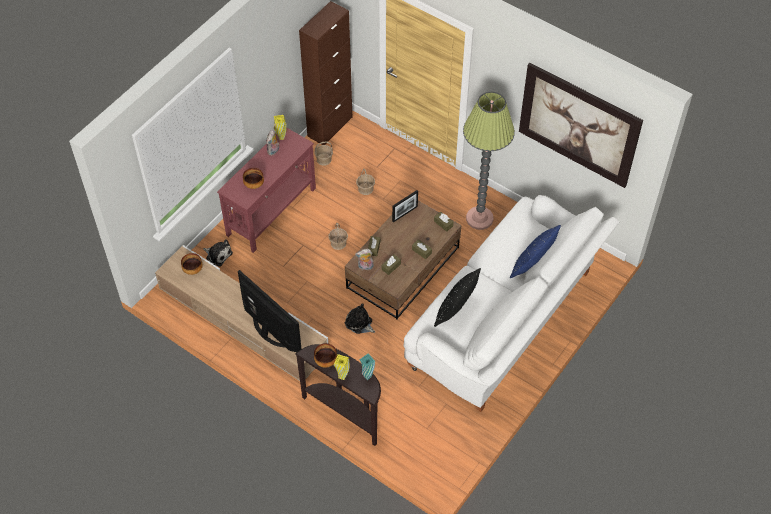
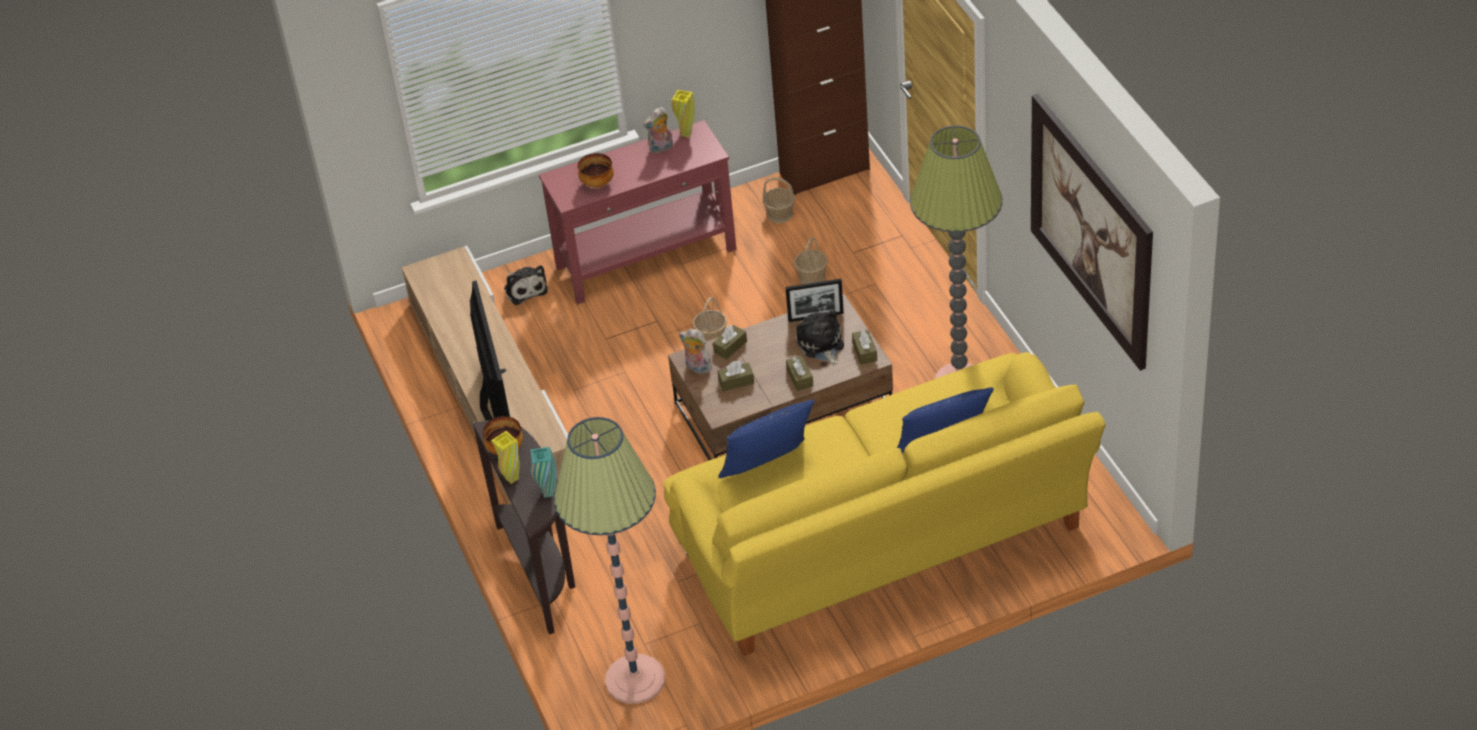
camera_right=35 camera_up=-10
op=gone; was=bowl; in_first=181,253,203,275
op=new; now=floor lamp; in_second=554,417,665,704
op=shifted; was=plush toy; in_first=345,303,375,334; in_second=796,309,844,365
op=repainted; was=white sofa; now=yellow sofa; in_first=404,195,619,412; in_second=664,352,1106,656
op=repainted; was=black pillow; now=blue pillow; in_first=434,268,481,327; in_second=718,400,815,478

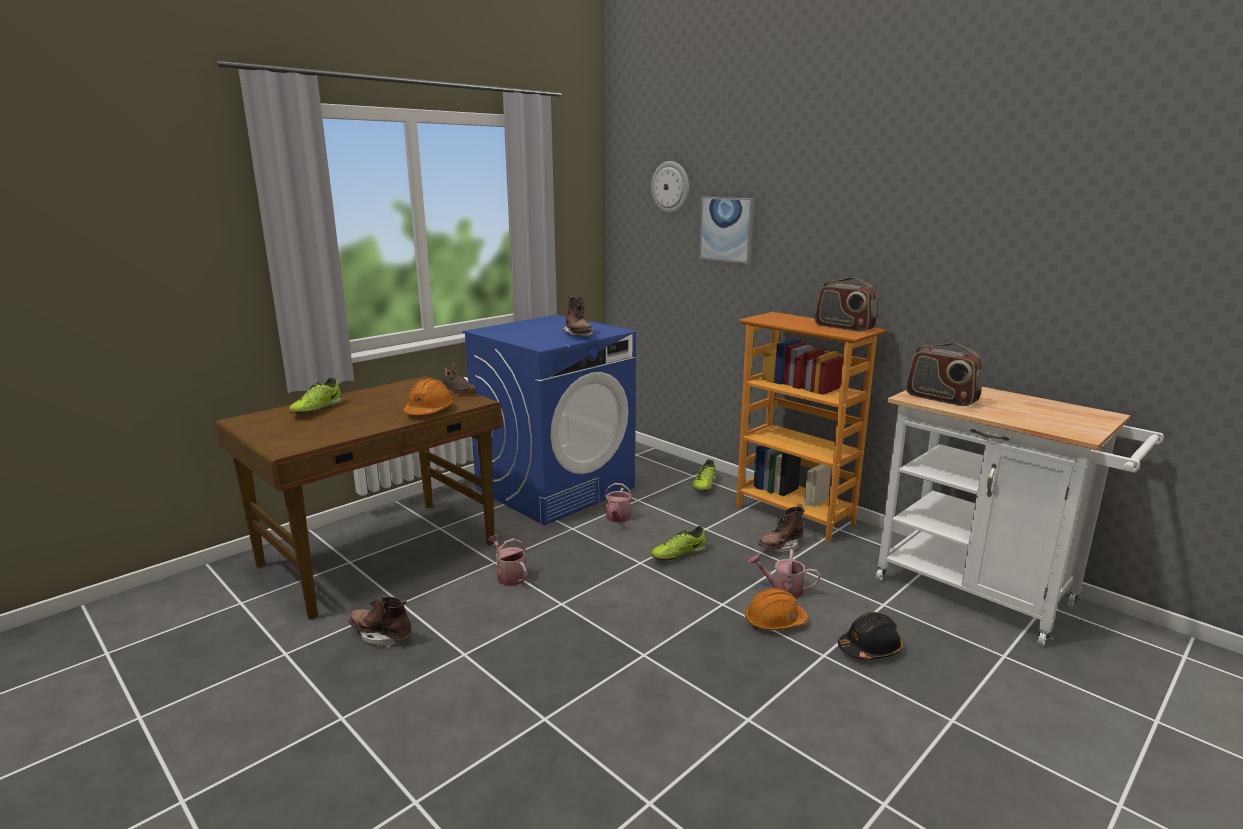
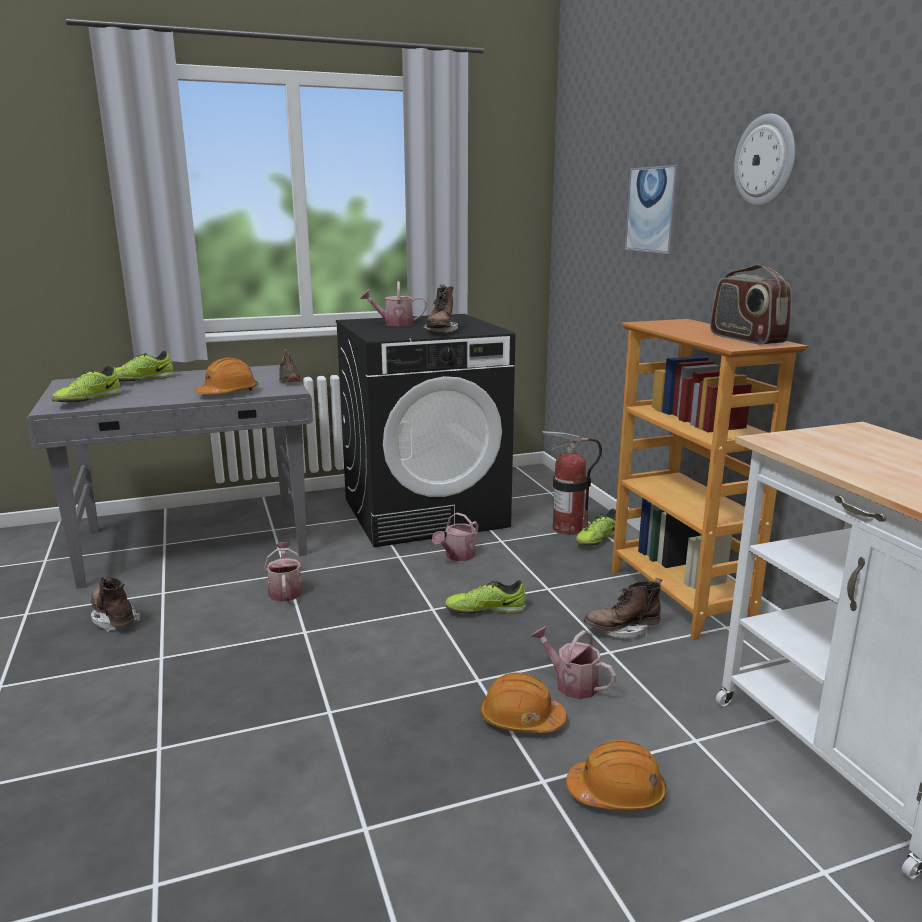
camera_right=25 camera_up=0
op=gone; was=radio; in_first=906,343,982,406
op=new; now=shoe; in_second=52,365,121,402
op=new; now=watering can; in_second=360,281,427,326
op=new; now=fire extinguisher; in_second=542,431,602,535
op=shifted; was=wall clock; in_first=651,161,689,214; in_second=734,114,795,207
op=repainted; was=brown desk; now=grey desk; in_first=216,376,502,620; in_second=26,365,313,589
op=repainted; was=blue washing machine; now=black washing machine; in_first=462,315,636,525; in_second=336,314,515,547
op=repainted; was=black hard hat; now=orange hard hat; in_first=838,612,903,660; in_second=566,740,667,811

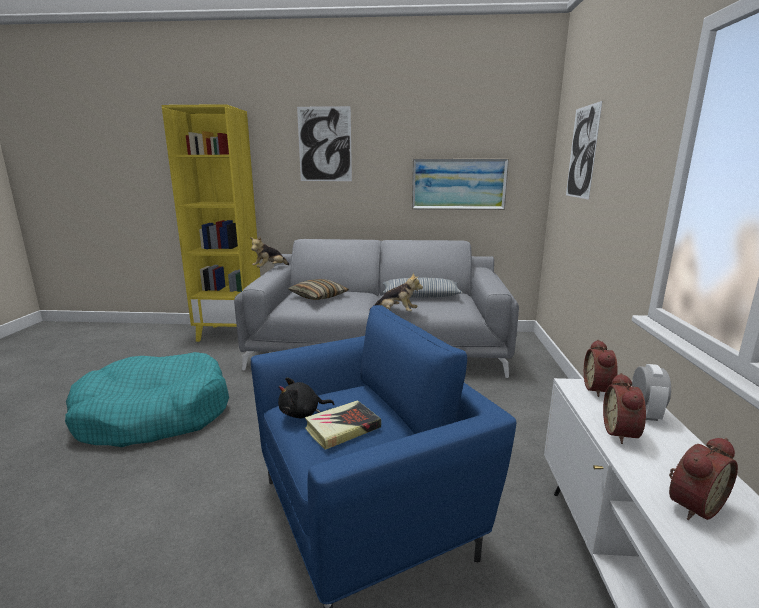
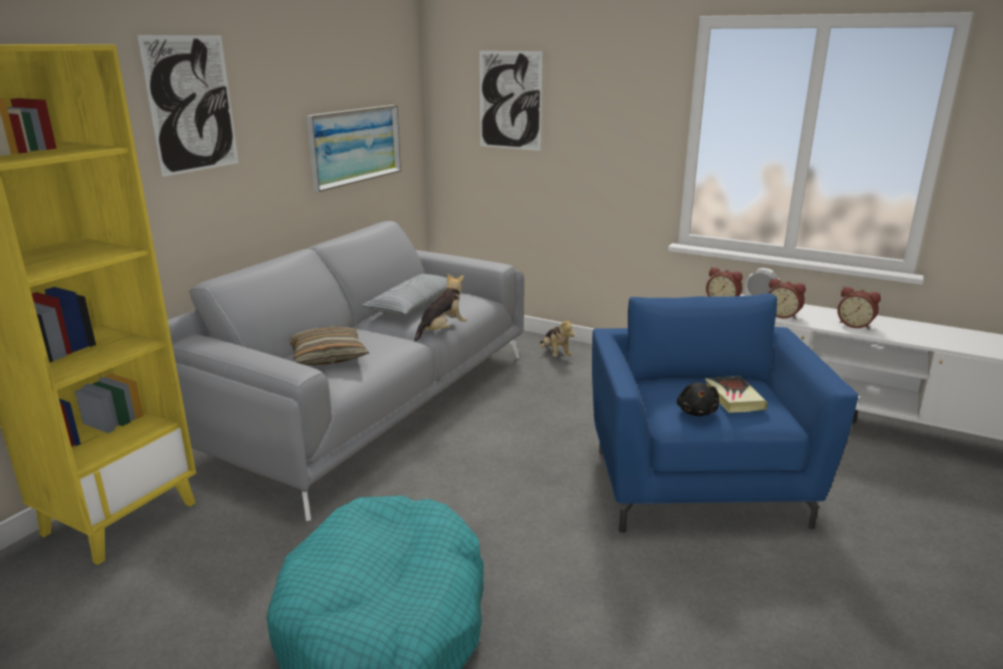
camera_right=-65 camera_up=5
op=shifted; was=plush toy; in_first=250,236,289,268; in_second=540,317,575,357
op=rotated; was=alarm clock; in_first=669,438,738,520; in_second=837,287,881,329; clockwise=135

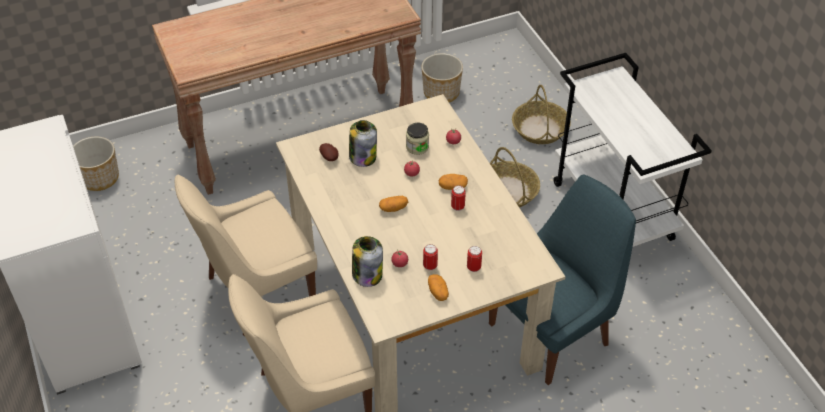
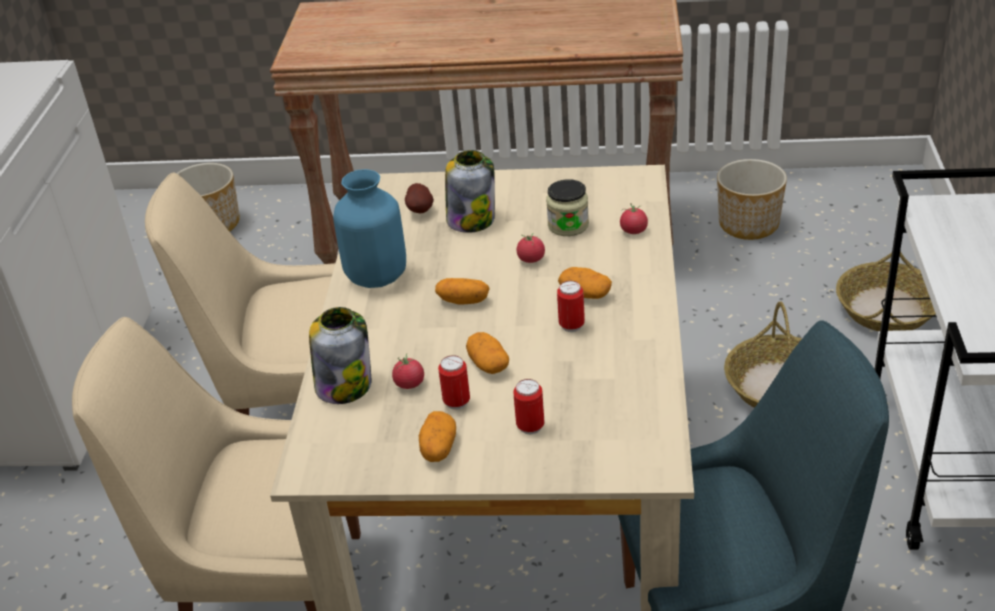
camera_right=30 camera_up=-10
op=new; now=blue vase; in_second=333,169,406,288
op=new; now=potato; in_second=466,332,509,374

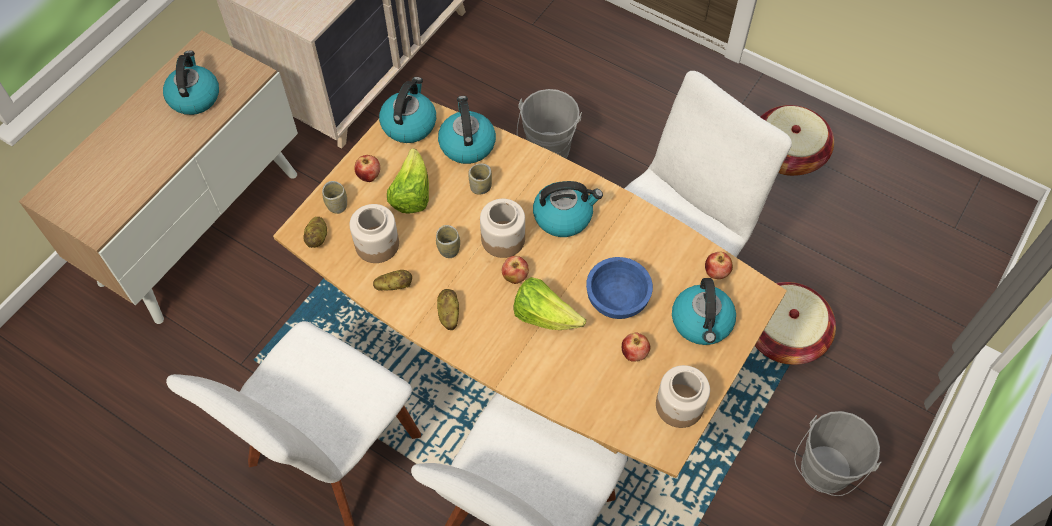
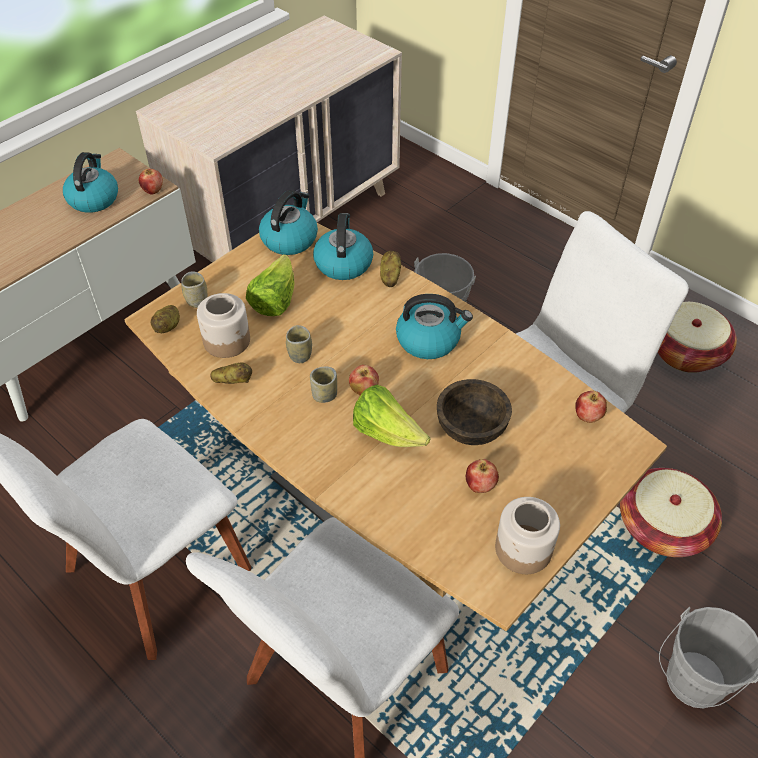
camera_right=10 camera_up=-10
op=gone; was=jar; in_first=480,199,525,258
op=gone; was=kettle; in_first=672,278,736,345
op=shifted; was=apple; in_first=355,155,380,182; in_second=139,169,163,195
op=shifted; was=potato; in_first=437,289,459,330; in_second=380,251,401,287
op=shifted; was=cup; in_first=468,164,492,195; in_second=310,367,337,403
op=repainted; was=blue bowl; now=brown bowl; in_first=586,257,653,319; in_second=437,379,512,445

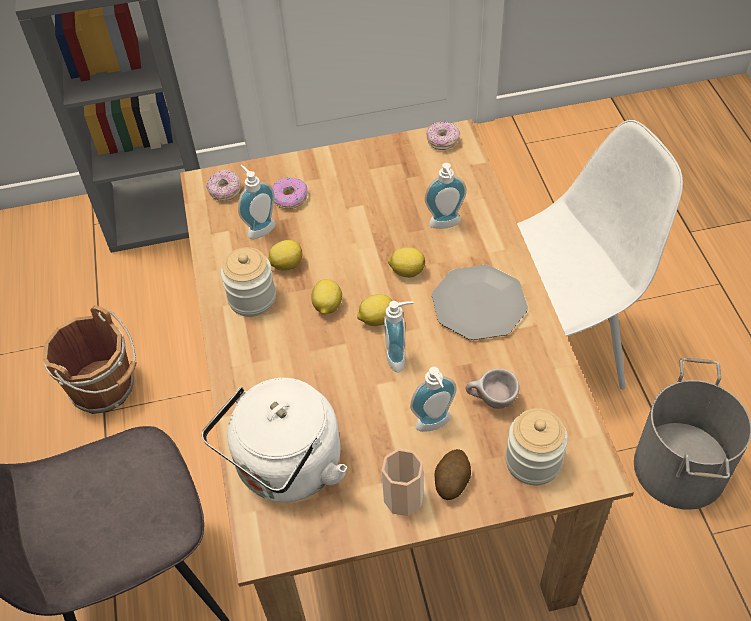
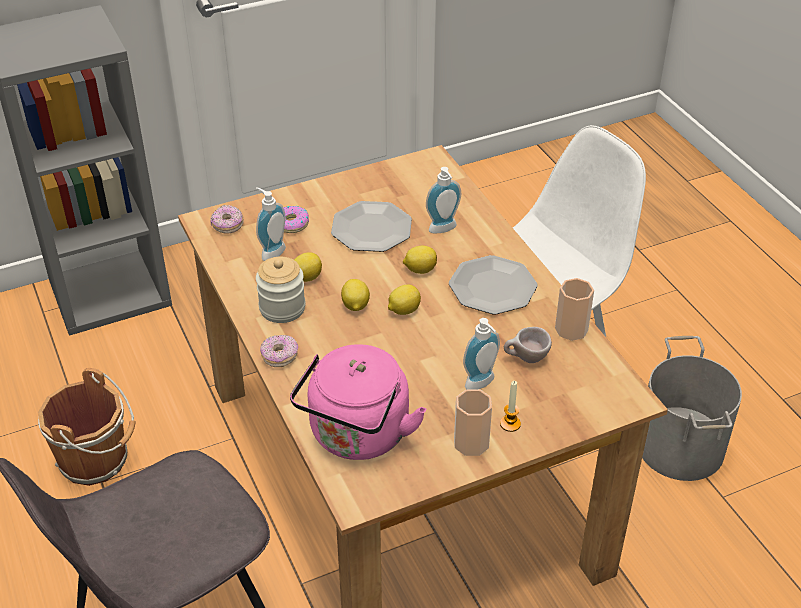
camera_right=-15 camera_up=-10
op=gone; was=soap dispenser; in_first=384,301,413,373
op=gone; was=jar; in_first=505,408,568,485
op=new; now=plate; in_second=331,201,412,252
op=new; now=cup; in_second=555,278,594,341
op=shifted; was=donut; in_first=427,121,460,150; in_second=260,335,298,367
op=swapped; was=potato; now=candle; in_first=435,449,471,500; in_second=500,381,521,432
op=repainted; was=white kettle; now=pink kettle; in_first=202,378,347,502; in_second=290,344,426,460

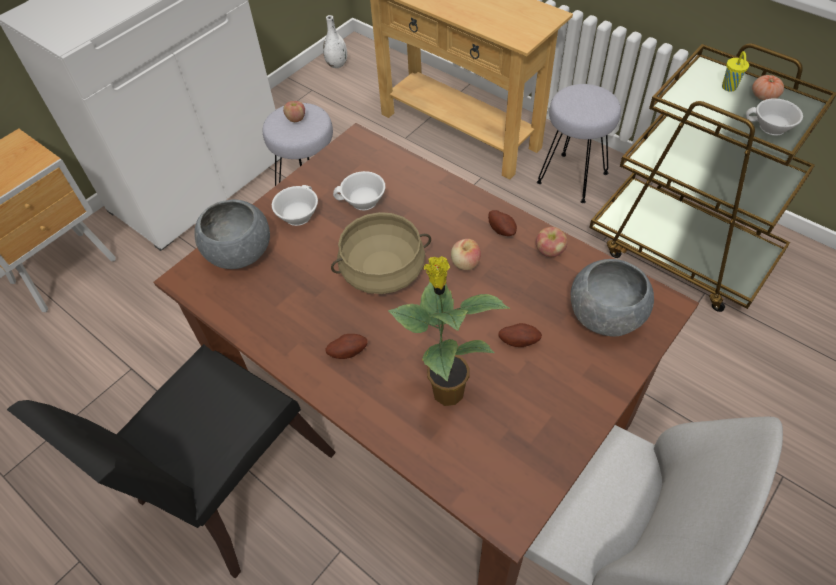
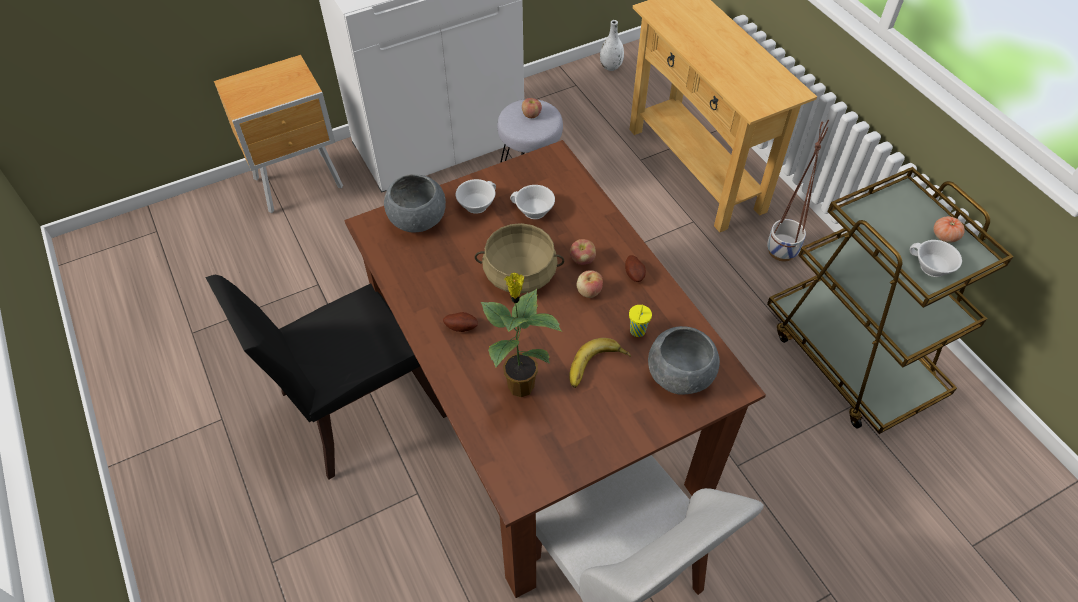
camera_right=20 camera_up=0
op=shifted; was=apple; in_first=536,227,568,257; in_second=570,239,596,265
op=shifted; was=yellow cup; in_first=722,51,749,92; in_second=629,305,652,337
op=swapped; was=potato; now=banana; in_first=498,323,542,347; in_second=569,338,631,388
op=swapped; was=grey stool; now=planter; in_first=537,84,621,203; in_second=767,120,829,261

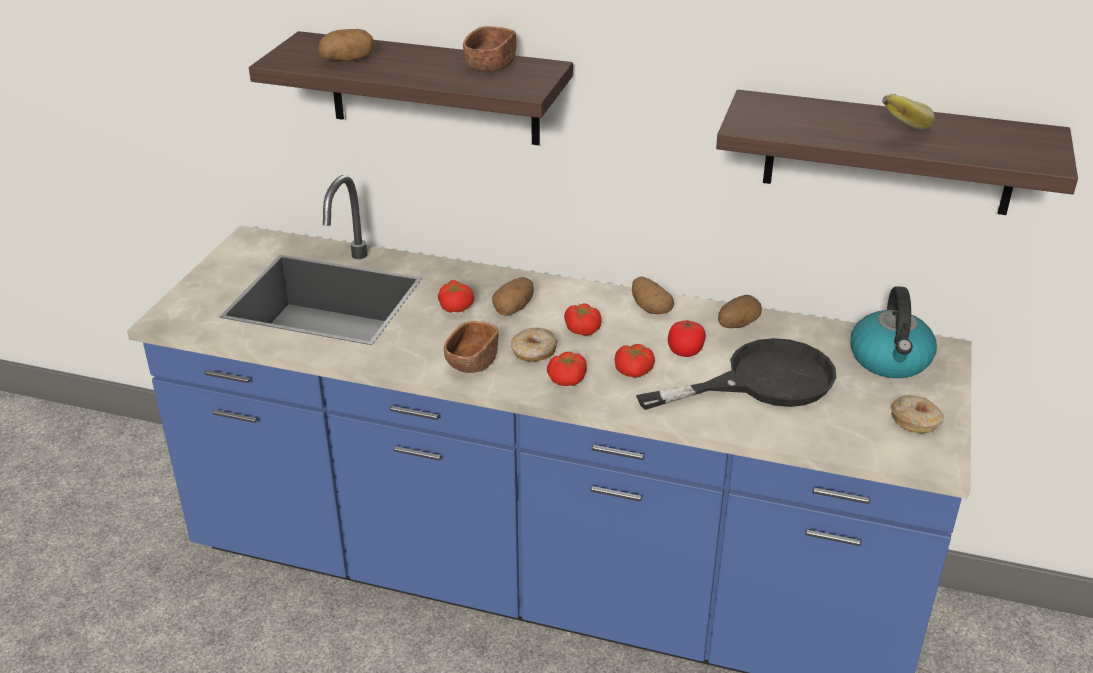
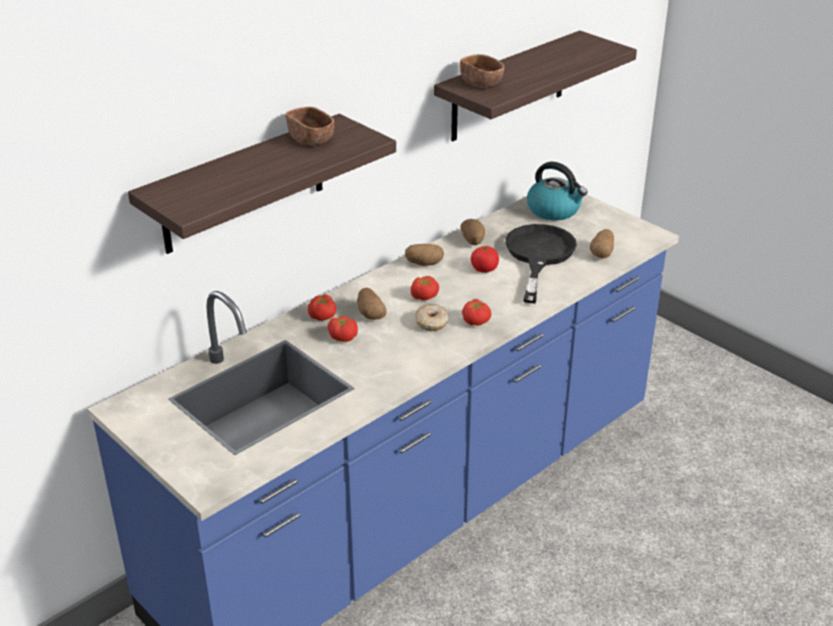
camera_right=-60 camera_up=0
op=gone; was=banana; in_first=882,93,935,130
op=gone; was=donut; in_first=891,395,944,434
op=shifted; was=potato; in_first=318,29,374,62; in_second=590,229,614,258
op=shifted; was=brown bowl; in_first=444,321,499,373; in_second=460,54,505,88
op=shifted; was=tomato; in_first=615,344,655,378; in_second=308,294,336,321

